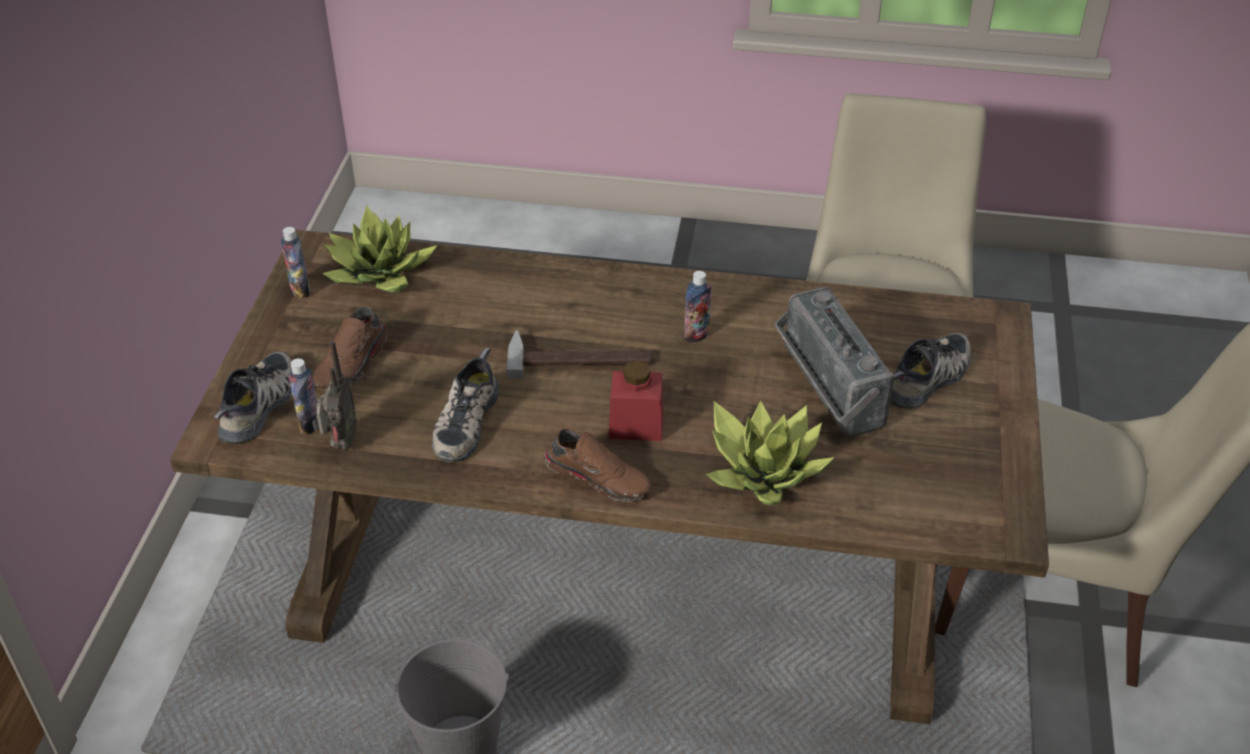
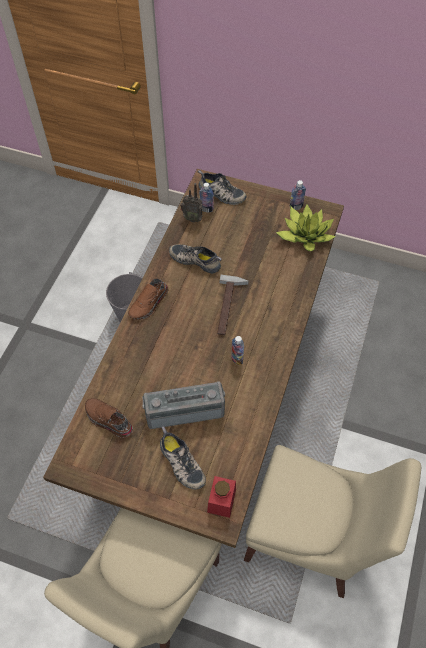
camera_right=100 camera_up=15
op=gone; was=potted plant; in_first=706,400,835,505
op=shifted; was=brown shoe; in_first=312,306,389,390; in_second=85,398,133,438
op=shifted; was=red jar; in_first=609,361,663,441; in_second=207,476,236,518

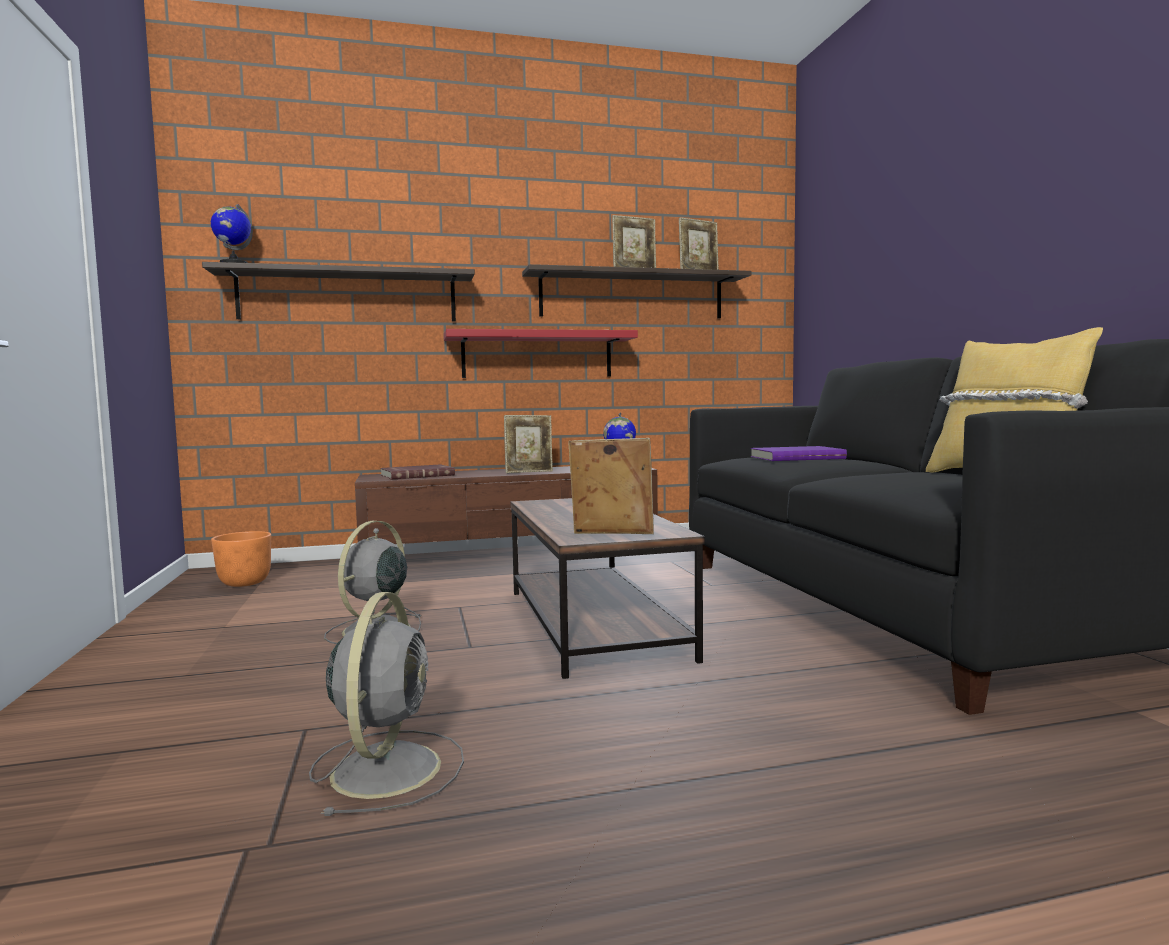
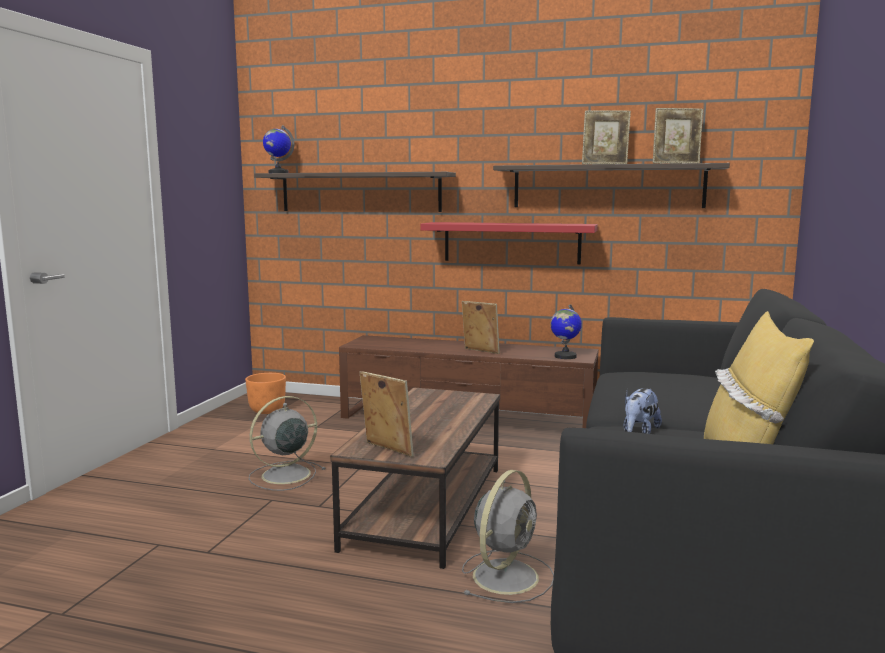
camera_right=30 camera_up=5
op=gone; was=red book; in_first=380,464,455,480
op=gone; was=purple book; in_first=751,446,847,461
op=new; now=plush toy; in_second=624,388,662,434
op=shifted; was=grey fan; in_first=309,592,464,816; in_second=462,470,554,603
op=rotated; was=picture frame; in_first=504,415,553,473; in_second=462,301,500,354; clockwise=-150

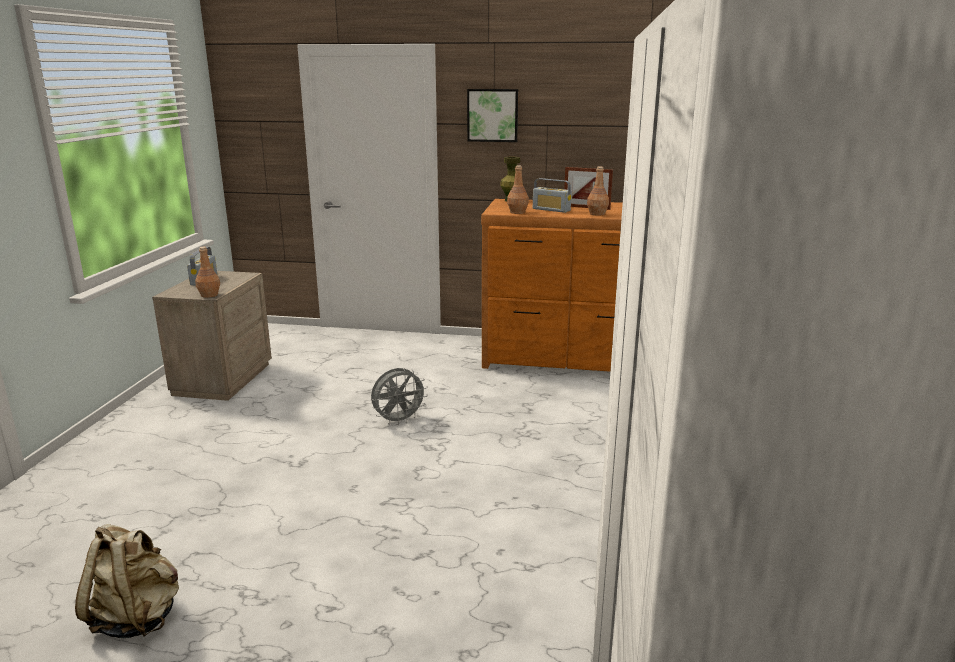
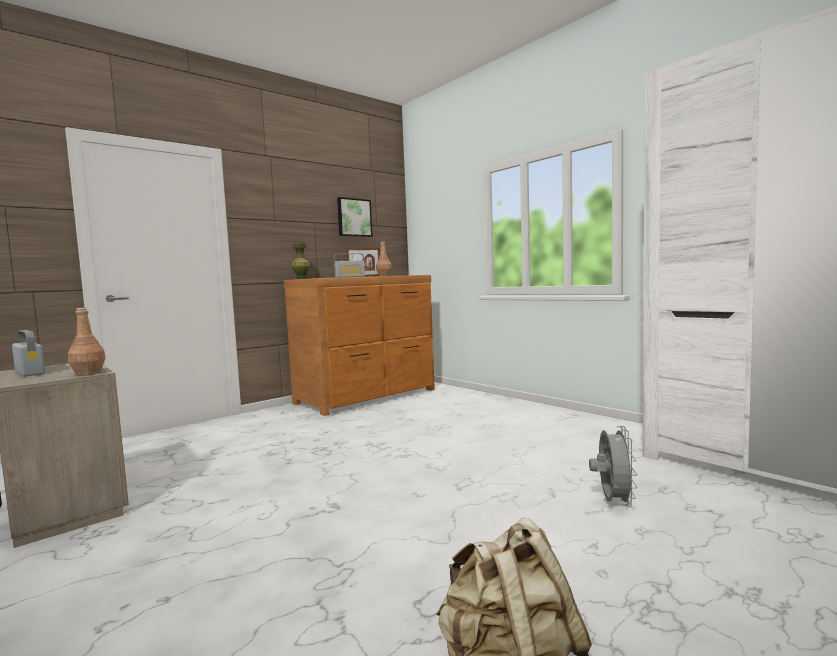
camera_right=-50 camera_up=-15
op=gone; was=brown bottle; in_first=507,165,529,214
op=shifted; was=grey fan; in_first=371,368,428,425; in_second=589,426,637,508
op=shifted; was=picture; in_first=467,89,518,142; in_second=337,197,373,237

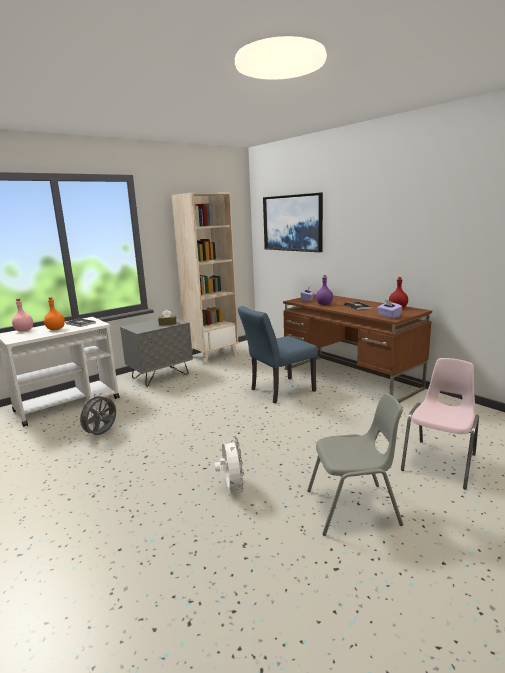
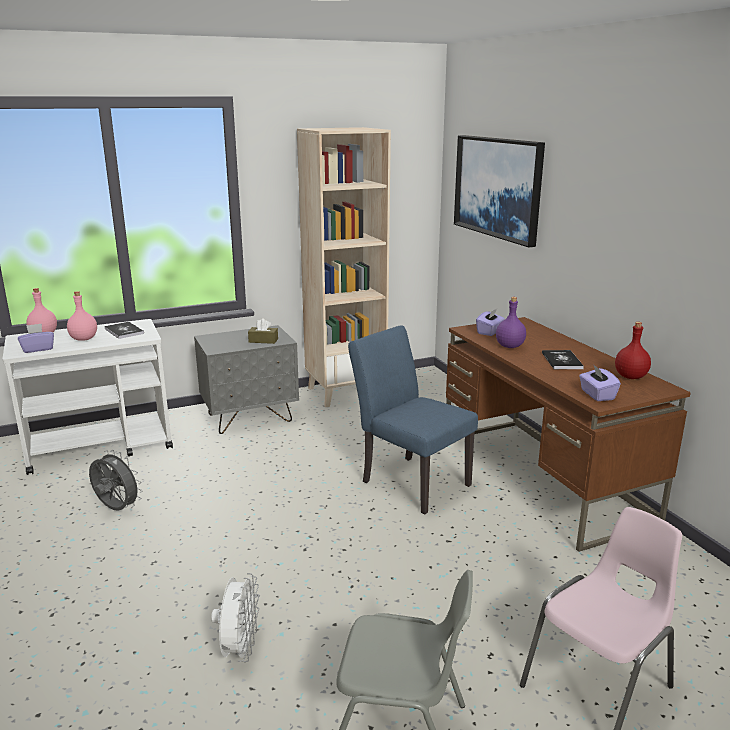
camera_right=15 camera_up=5
op=new; now=purple tissue box; in_second=18,323,54,353
op=repainted; was=orange bottle; now=pink bottle; in_first=44,297,65,330; in_second=67,291,97,341
op=rotated; was=grey fan; in_first=77,393,116,436; in_second=89,450,143,511; clockwise=75
op=rotated; was=blue chair; in_first=238,306,318,403; in_second=348,325,478,515; clockwise=60

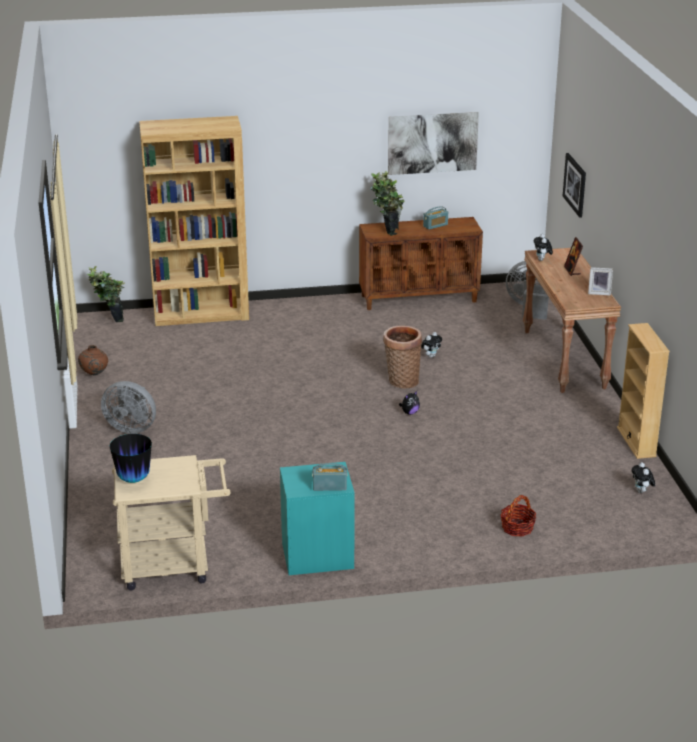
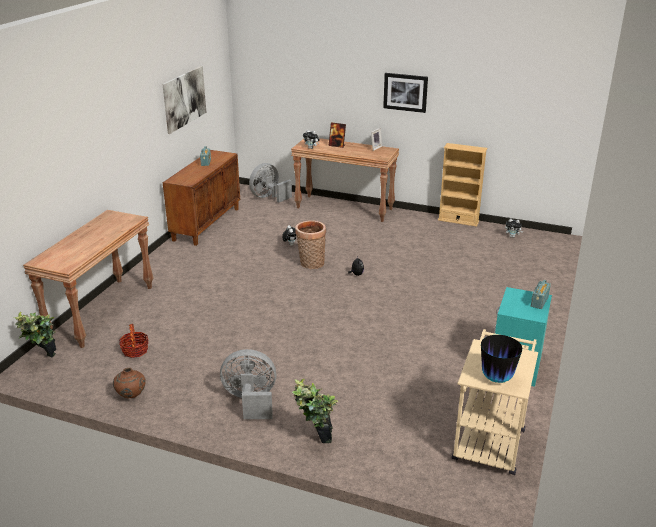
camera_right=-60 camera_up=0
op=shifted; was=potted plant; in_first=370,171,405,236; in_second=292,379,338,443
op=shifted; was=basket; in_first=501,495,536,537; in_second=119,324,148,358
op=shifted; was=picture; in_first=563,153,586,218; in_second=383,73,428,113
op=swapped; was=brown bookcase; now=brown console table; in_first=139,116,249,326; in_second=23,210,154,348
op=rotated; was=grey fan; in_first=101,381,156,434; in_second=220,349,277,419; clockwise=-135

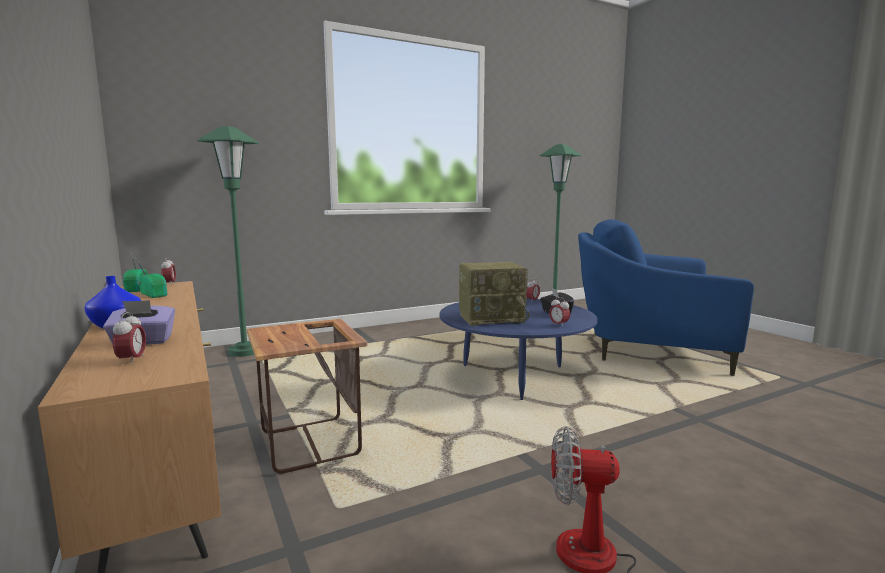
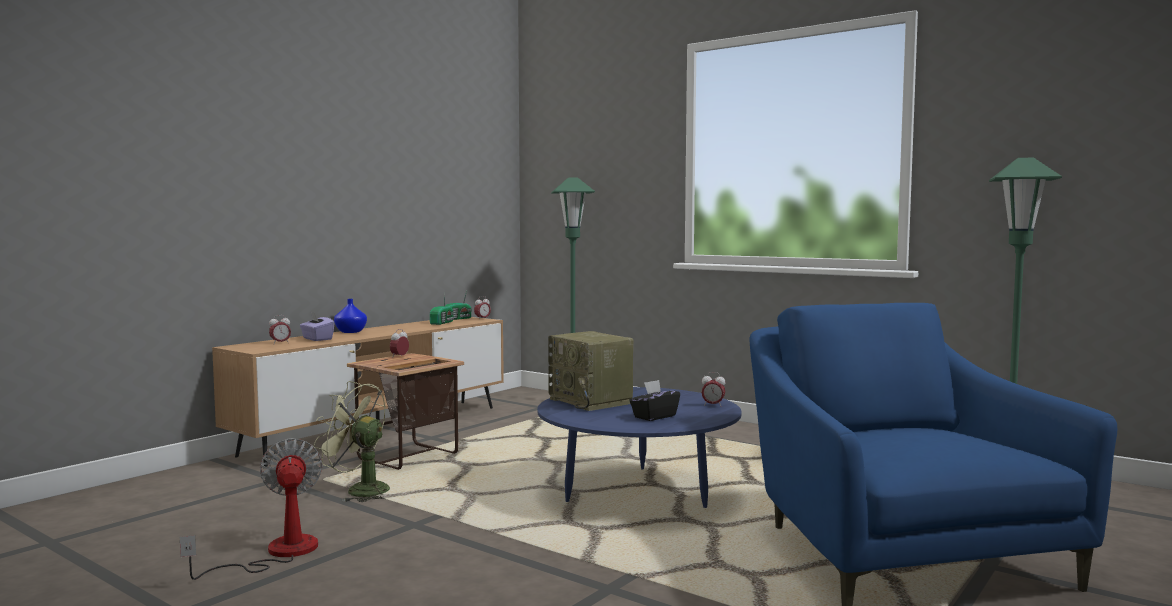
camera_right=65 camera_up=-5
op=new; now=green fan; in_second=314,381,390,502
op=shifted; was=alarm clock; in_first=549,297,570,327; in_second=390,329,409,358

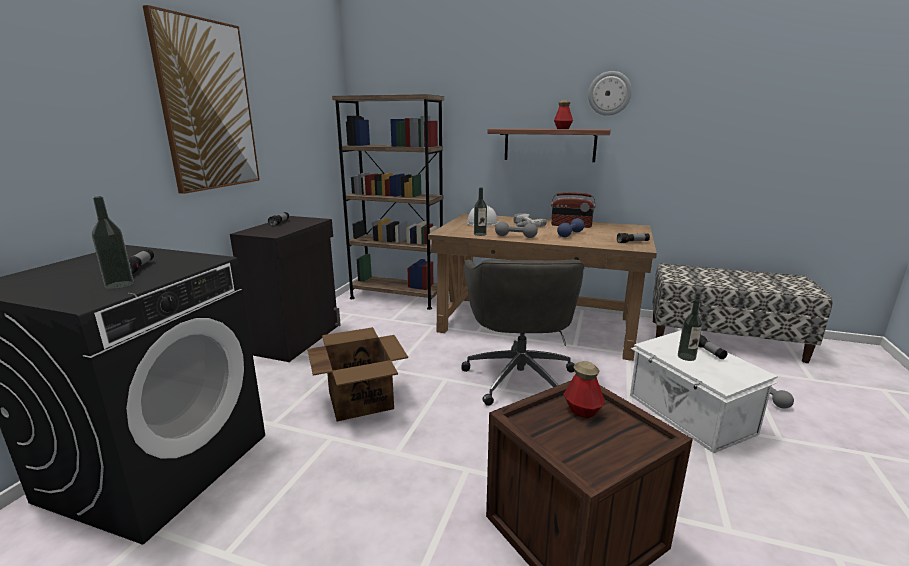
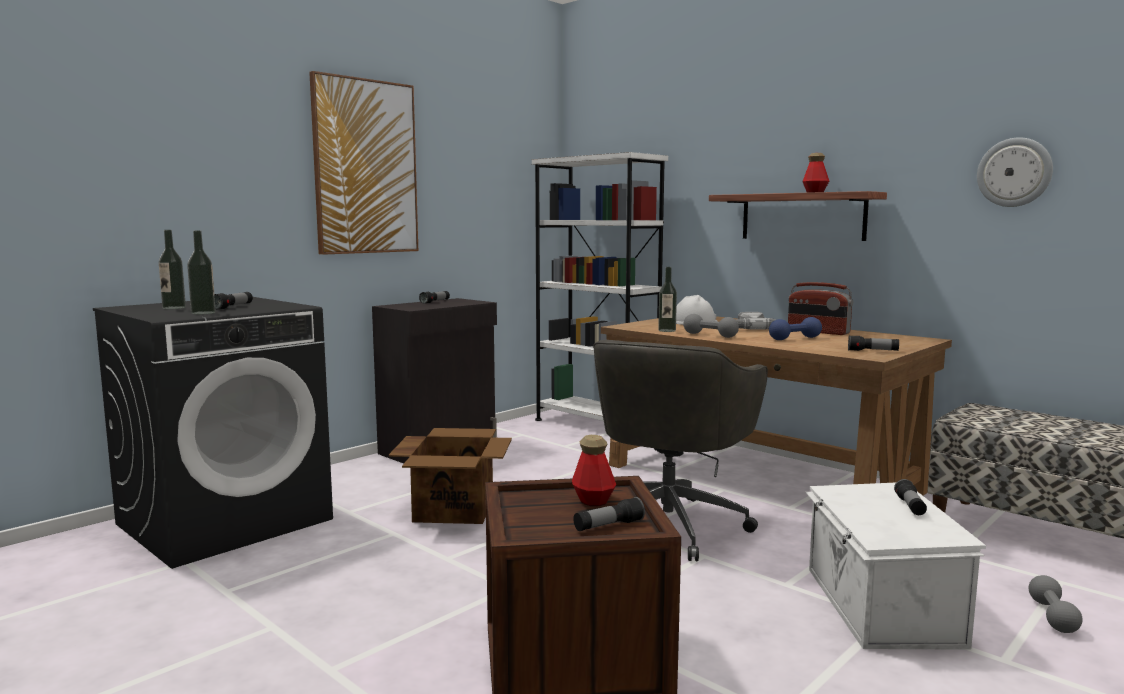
camera_right=25 camera_up=-10
op=new; now=flashlight; in_second=573,497,645,531
op=shifted; was=wall clock; in_first=588,71,632,116; in_second=977,137,1053,207
op=shifted; was=bottle; in_first=678,299,702,361; in_second=159,230,186,309
op=repainted; was=brown bookcase; now=white bookcase; in_first=332,94,444,310; in_second=532,152,668,421

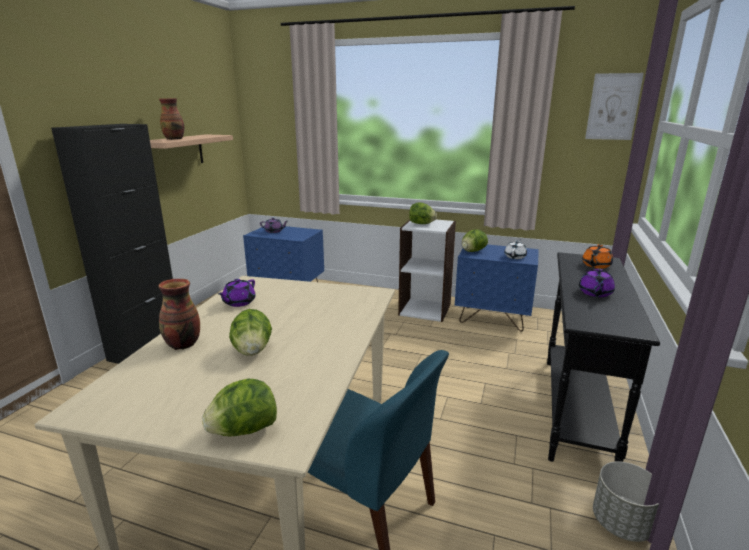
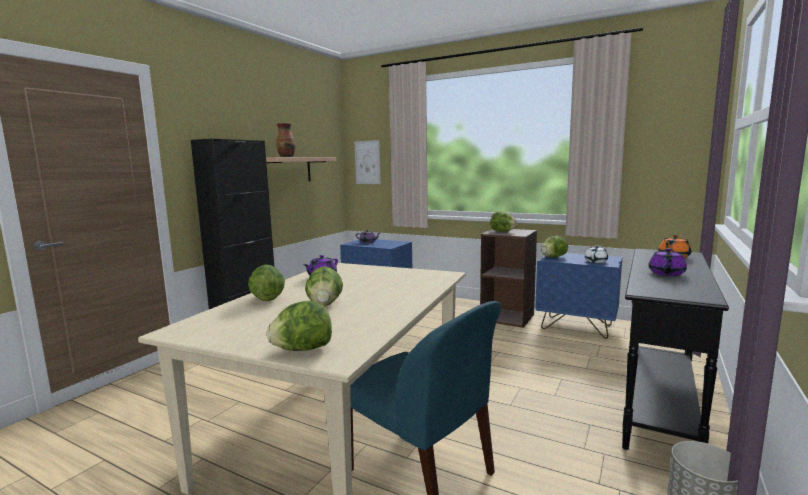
camera_right=10 camera_up=-10
op=shifted; was=picture; in_first=585,73,644,140; in_second=355,140,381,184
op=swapped; was=vase; now=lettuce; in_first=158,279,200,350; in_second=248,265,285,301
op=repainted; was=white bookcase; now=brown bookcase; in_first=398,219,456,322; in_second=480,229,537,328

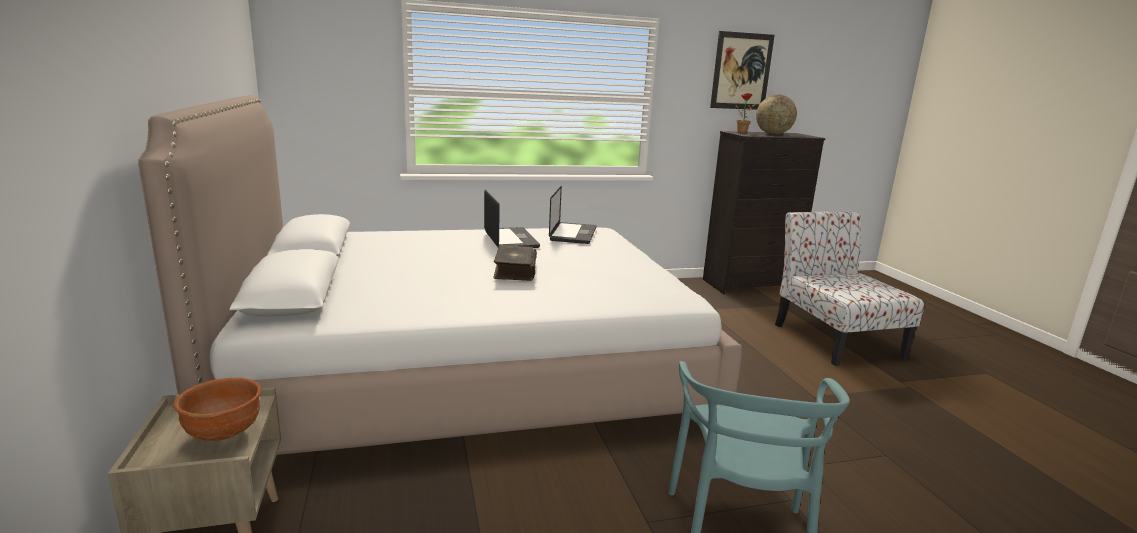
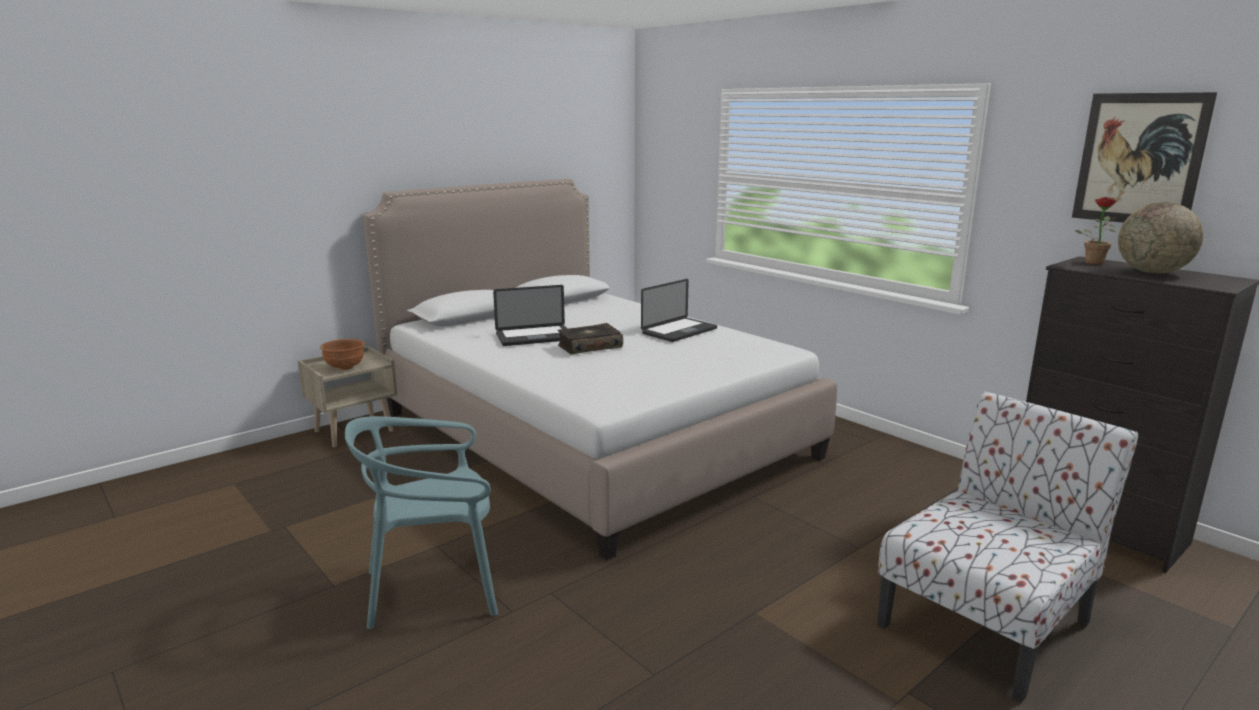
camera_right=65 camera_up=0
op=shifted; was=laptop; in_first=549,186,596,244; in_second=493,285,567,346

